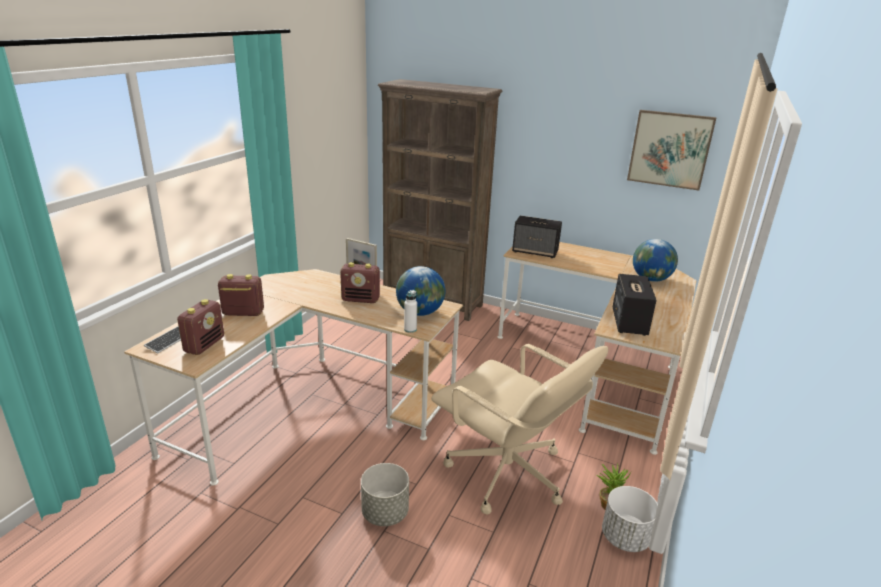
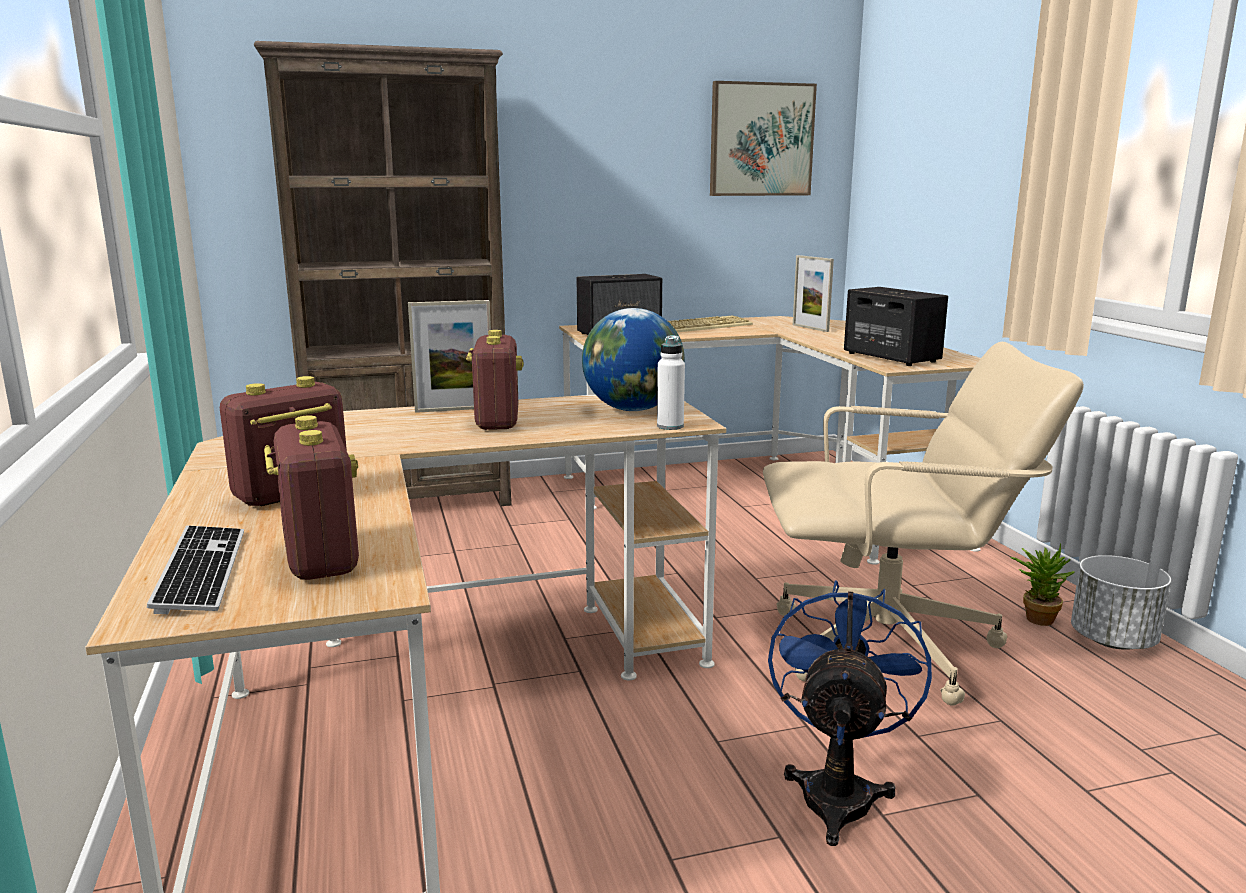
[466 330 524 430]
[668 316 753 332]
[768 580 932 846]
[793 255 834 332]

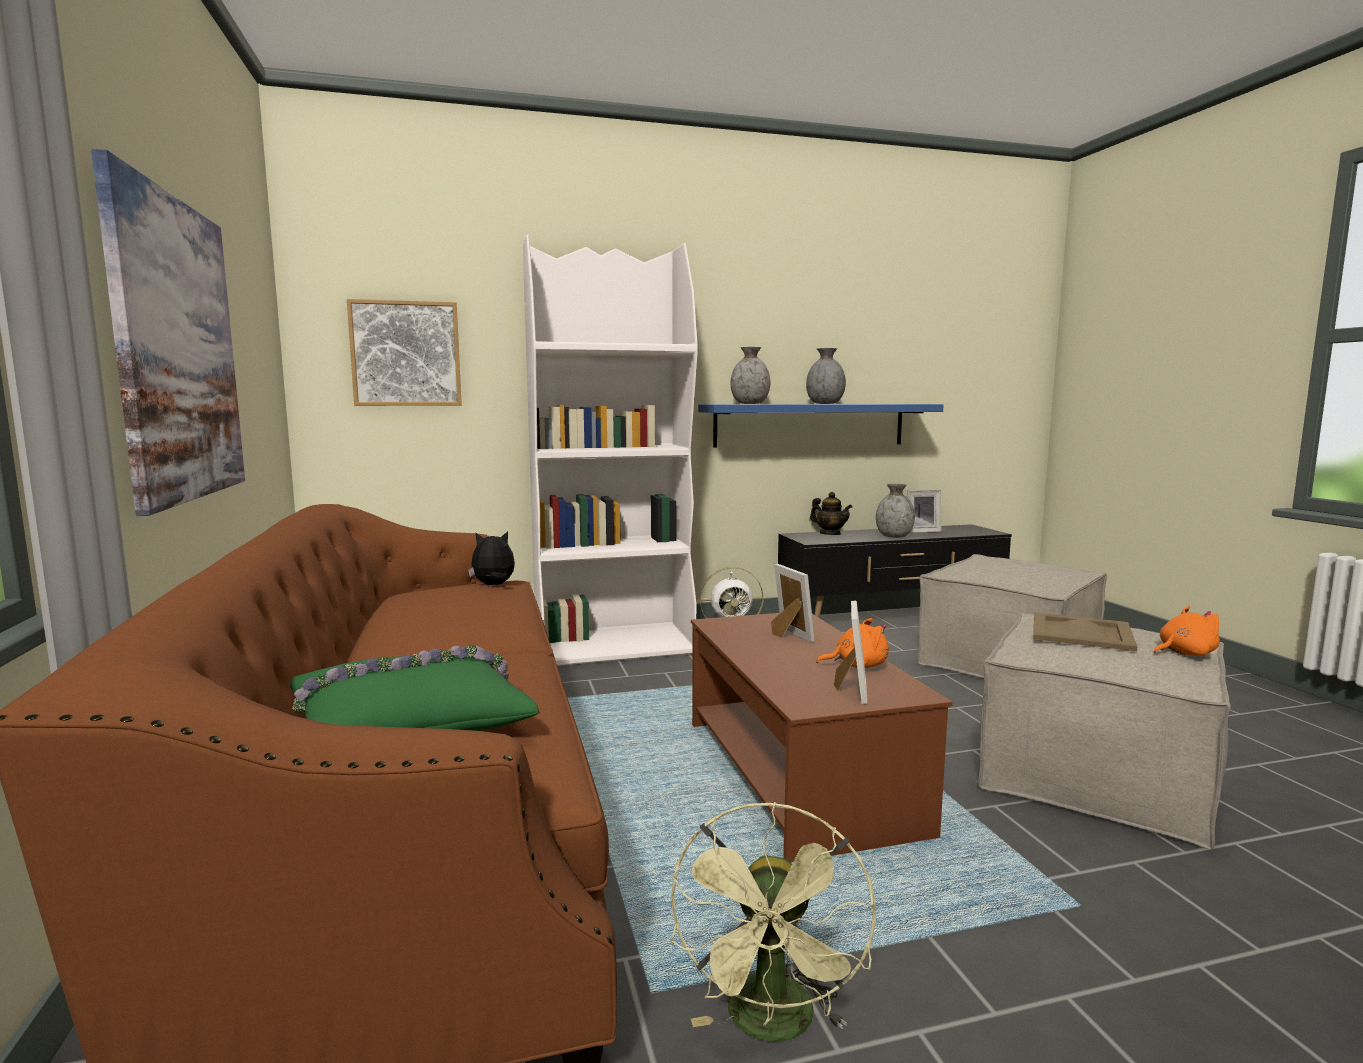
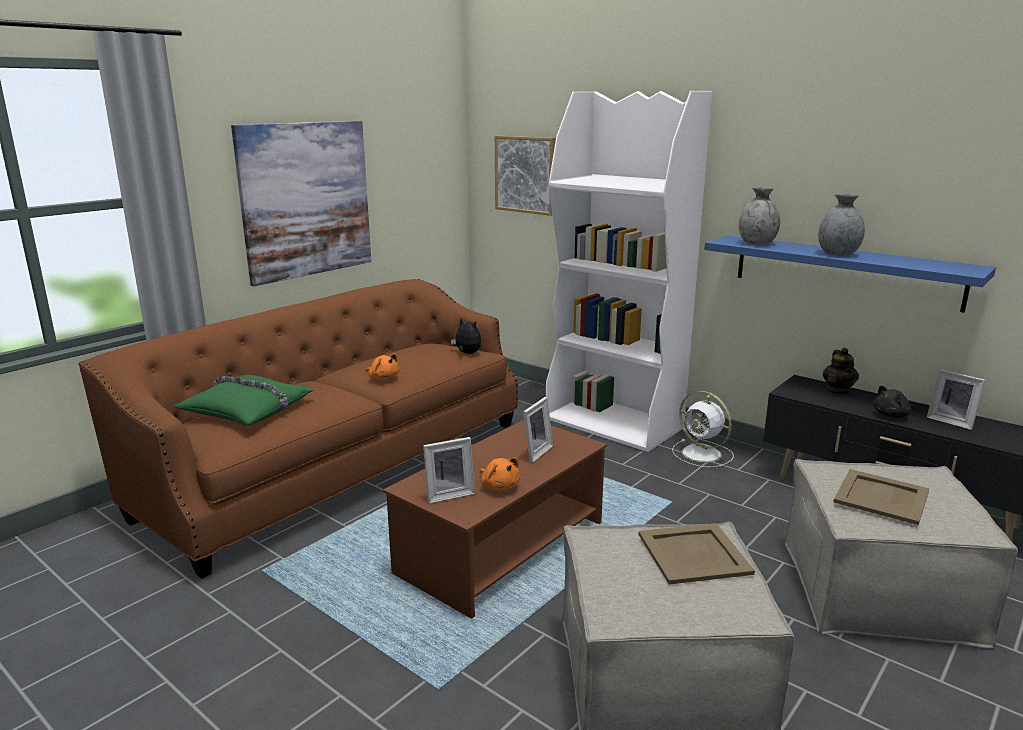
[366 354 399 380]
[833 469 929 525]
[874 385 914 418]
[670 802 876 1042] (first image)

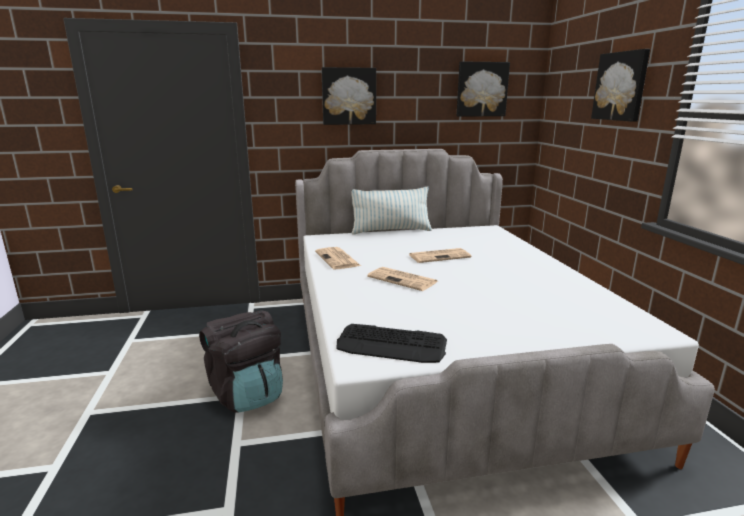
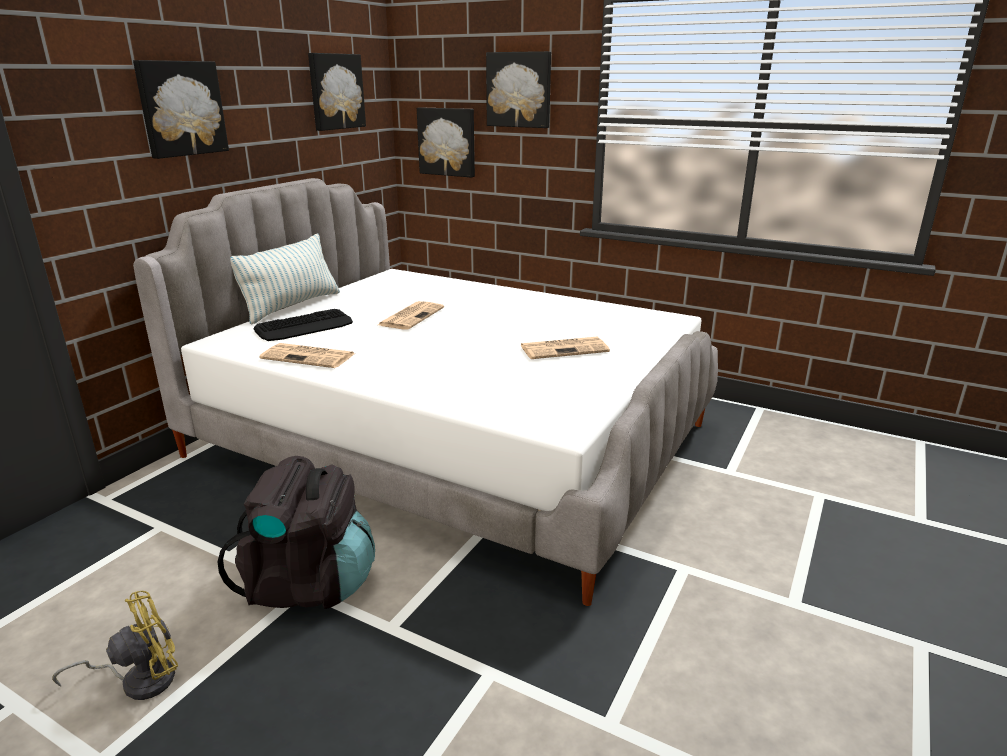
[52 591 178 700]
[253 309 353 341]
[417 107 475 178]
[520 337 610 359]

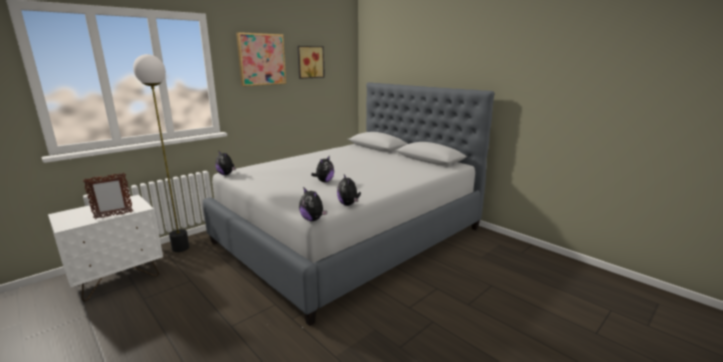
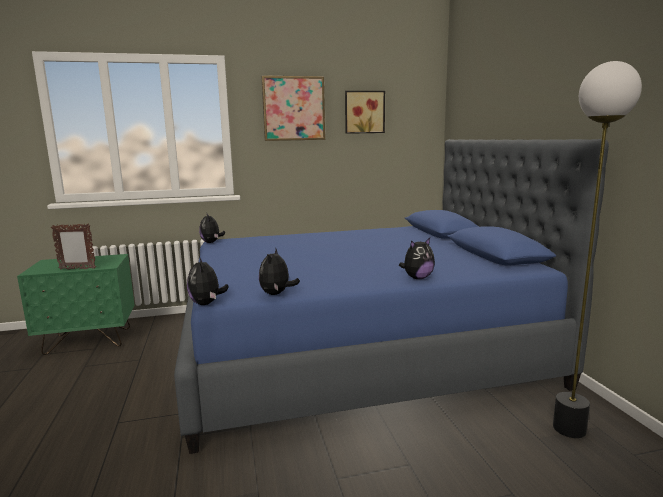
[17 254 135 355]
[174 139 609 454]
[399 238 435 279]
[553 61 642 438]

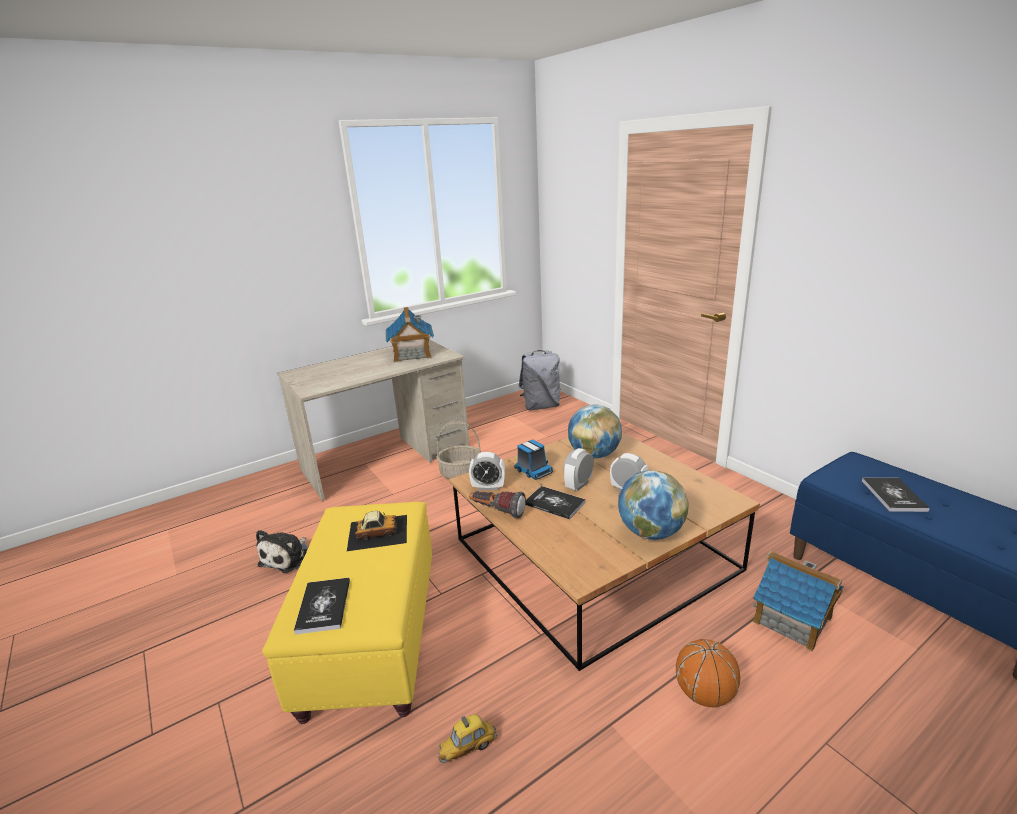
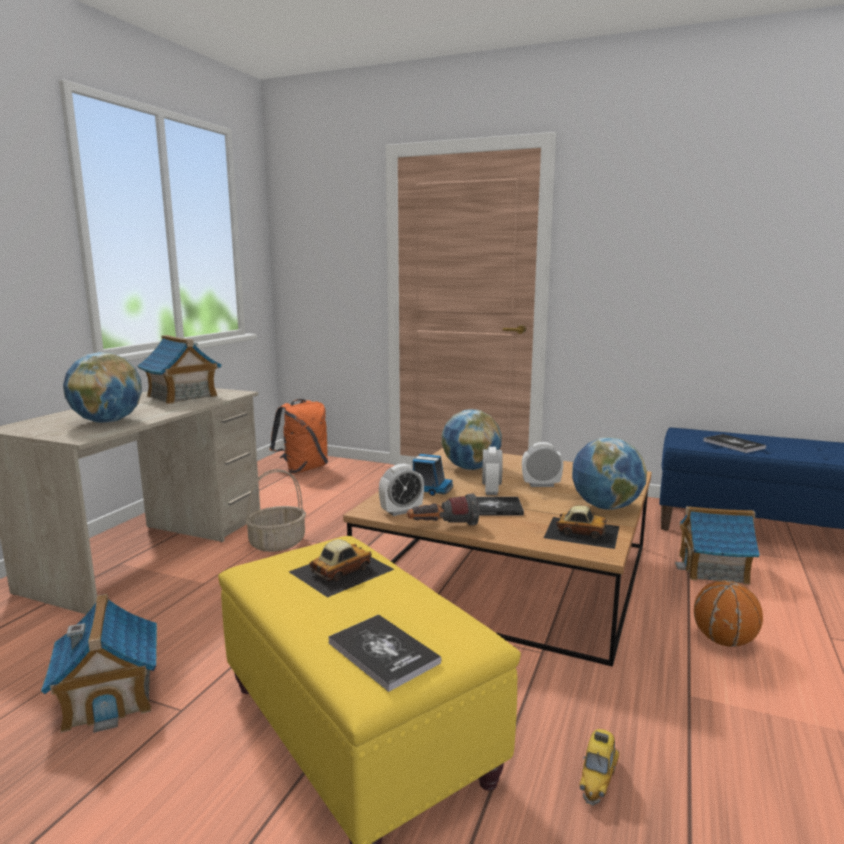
[41 594 157 733]
[63 352 142 423]
[270 399 328 473]
[543 505 619 549]

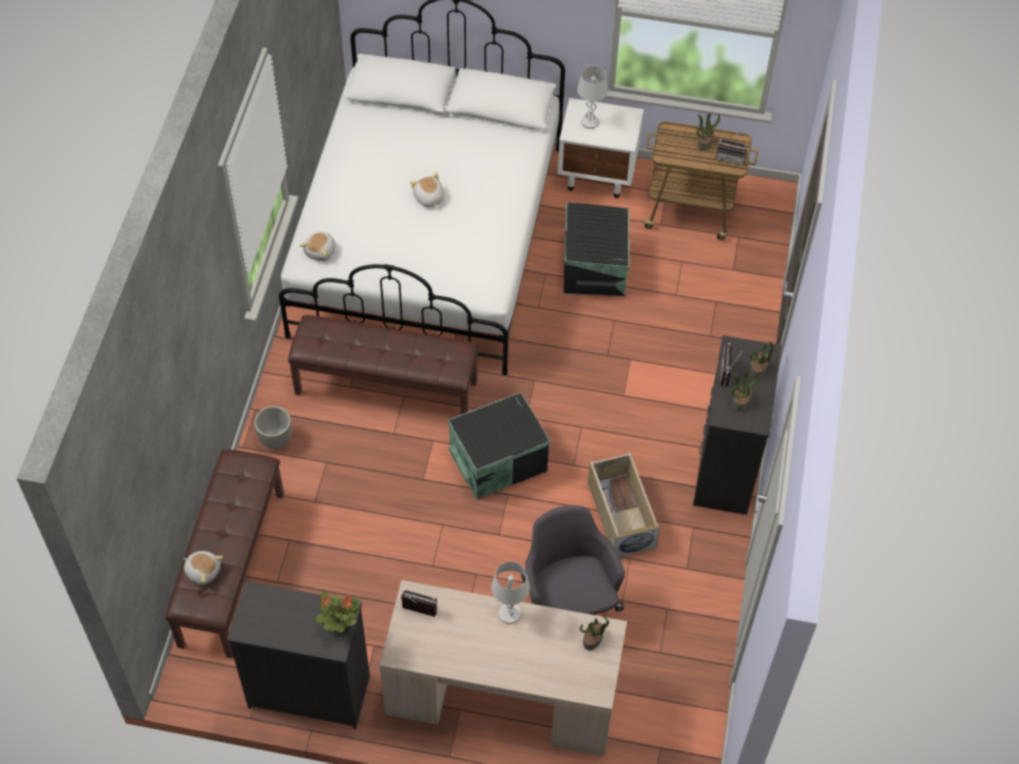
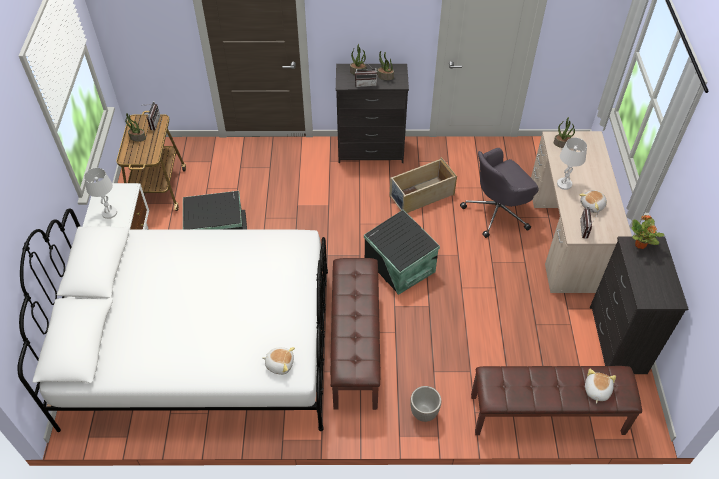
[579 190 607 213]

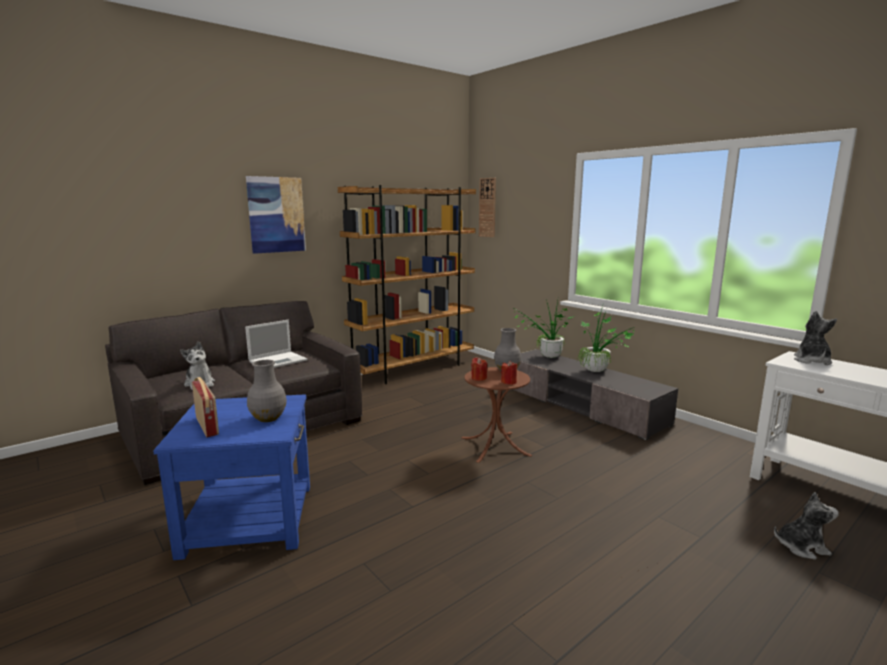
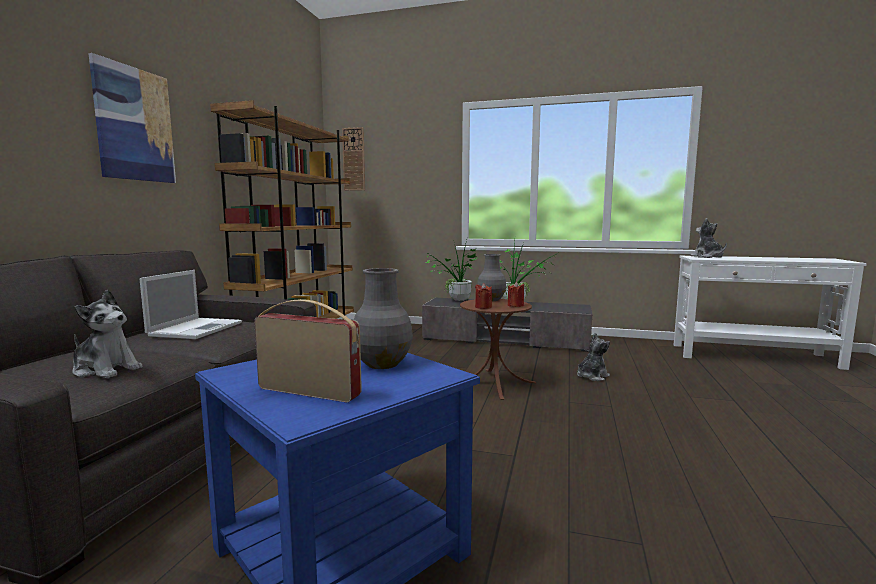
[577 333 610 381]

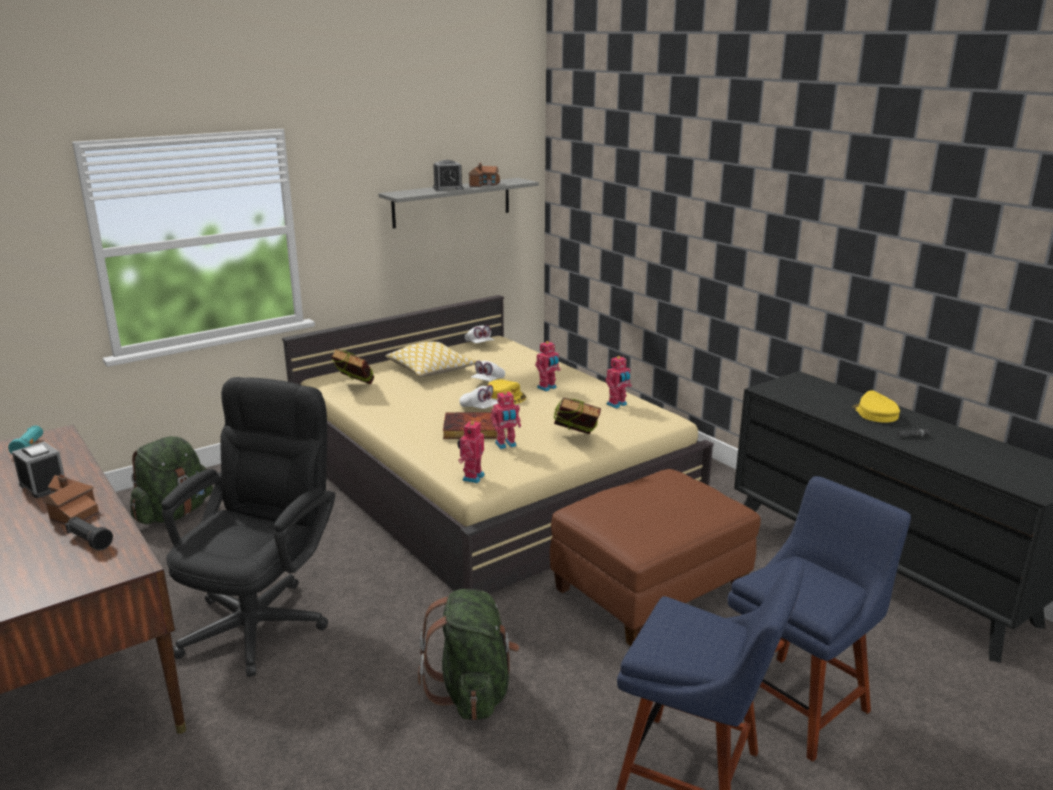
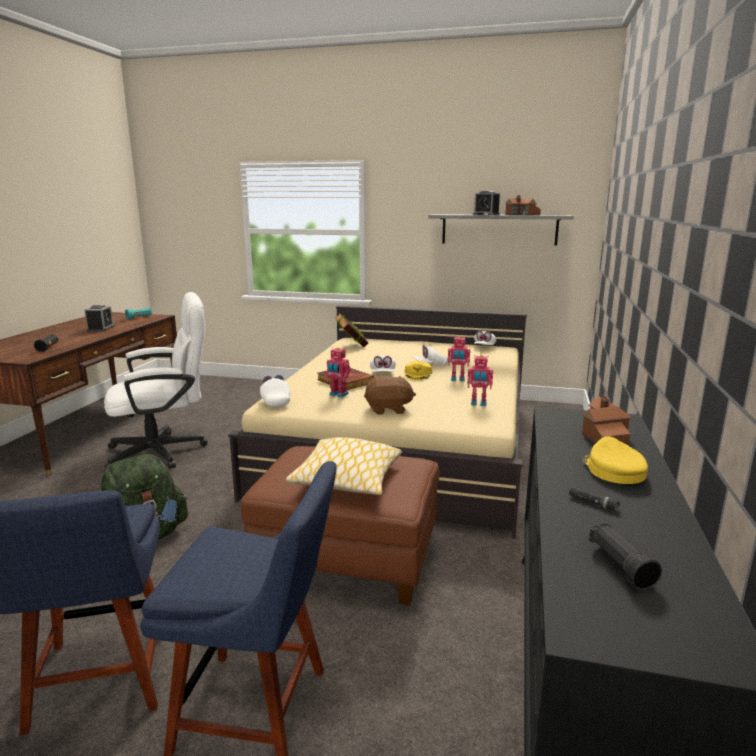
[104 292 208 469]
[260 375 291 408]
[286 437 402 495]
[364 376 416 415]
[582 396 632 444]
[582 436 648 484]
[589 522 662 590]
[130 436 213 524] (first image)

